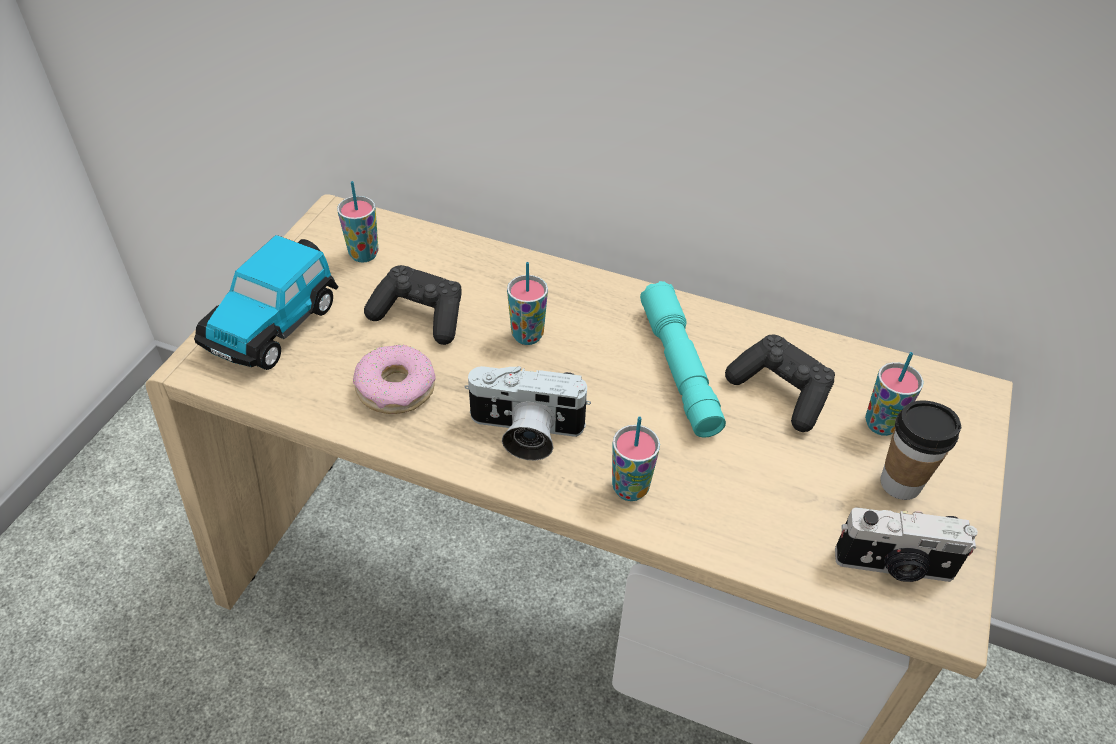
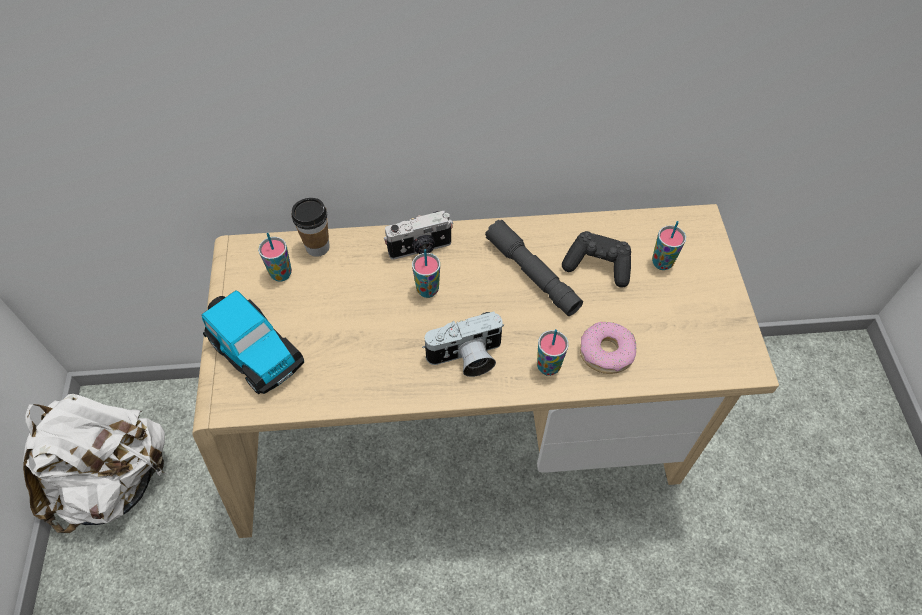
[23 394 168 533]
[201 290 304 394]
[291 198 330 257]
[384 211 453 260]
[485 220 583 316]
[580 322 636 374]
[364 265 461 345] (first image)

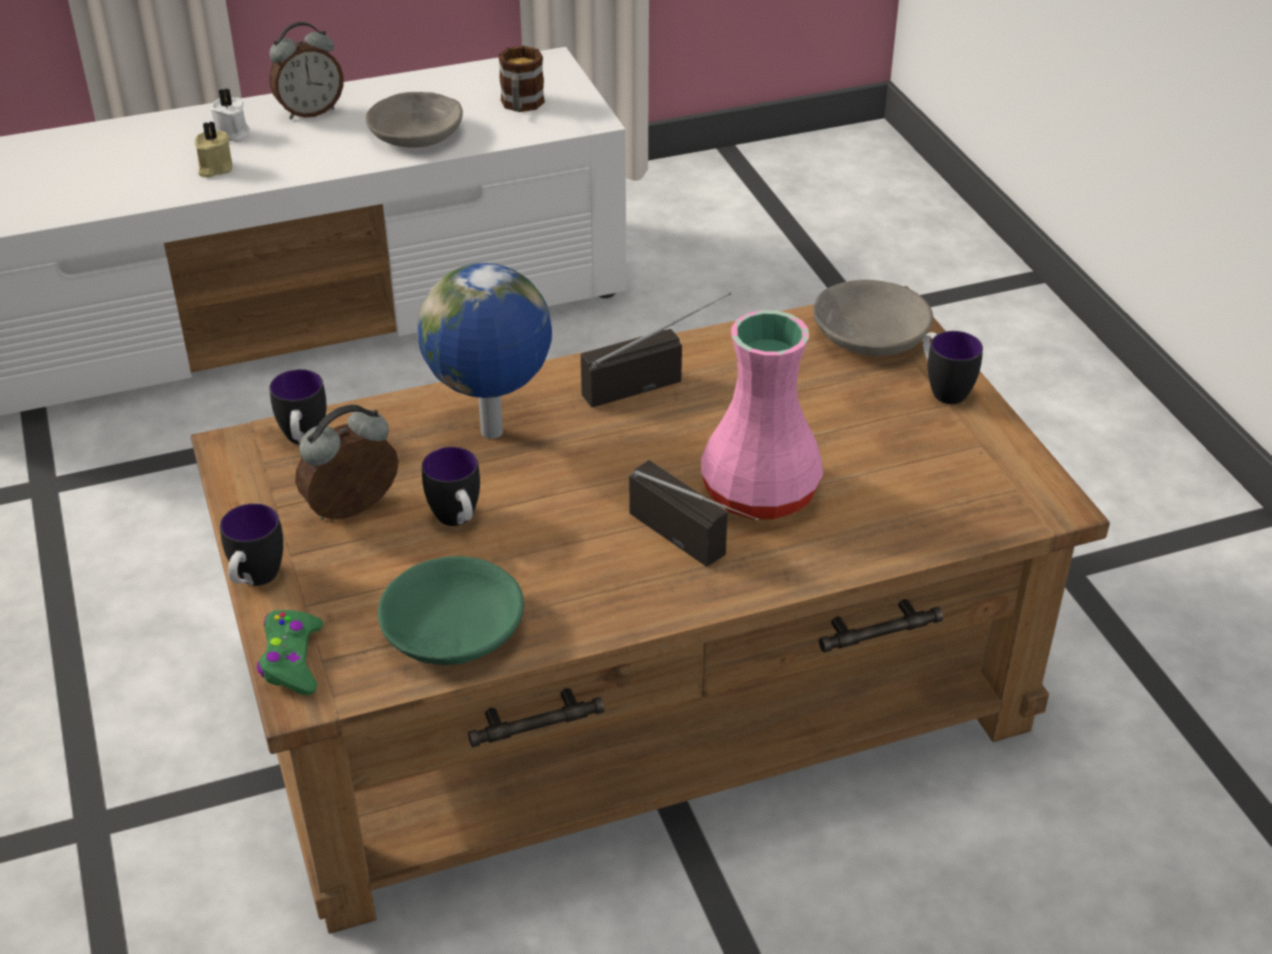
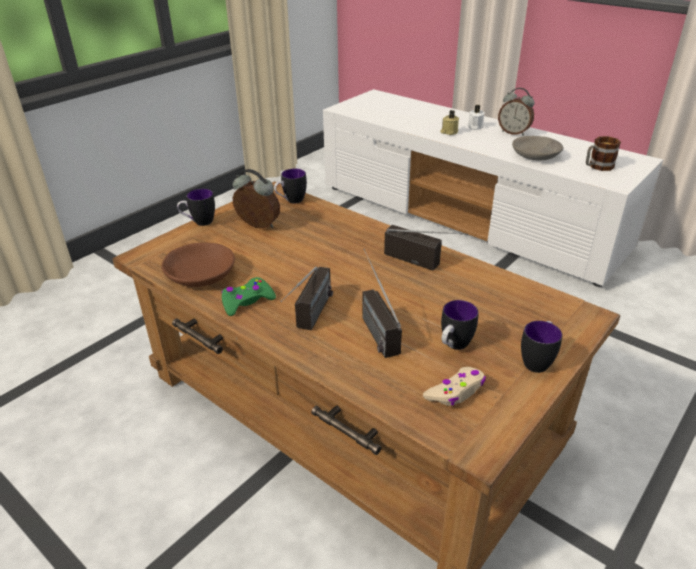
[161 243 235 287]
[221 277 276 316]
[362 249 402 358]
[423 367 486 406]
[441 300 479 350]
[418 263 552 439] (first image)
[813 280 933 356] (first image)

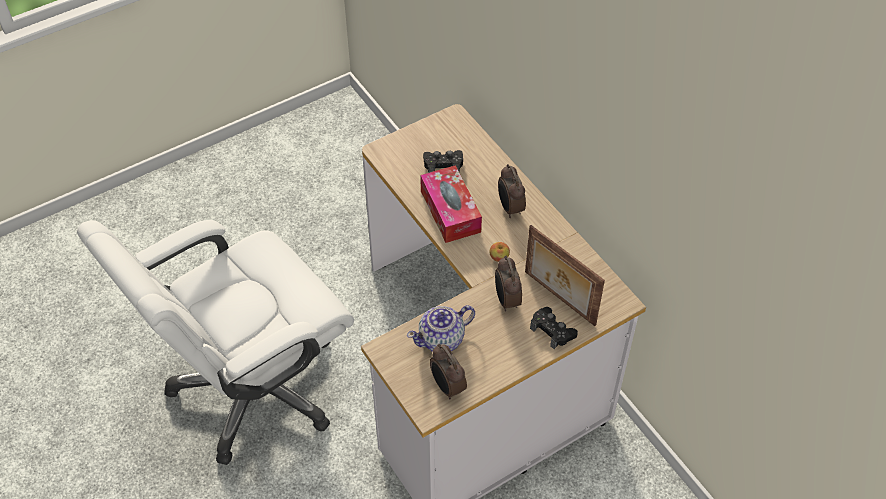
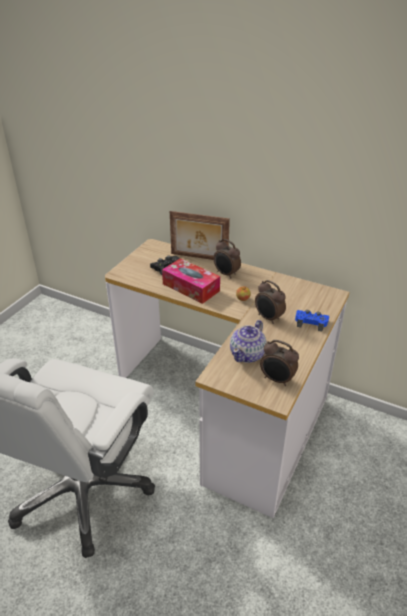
[170 211 230 260]
[295 310 329 331]

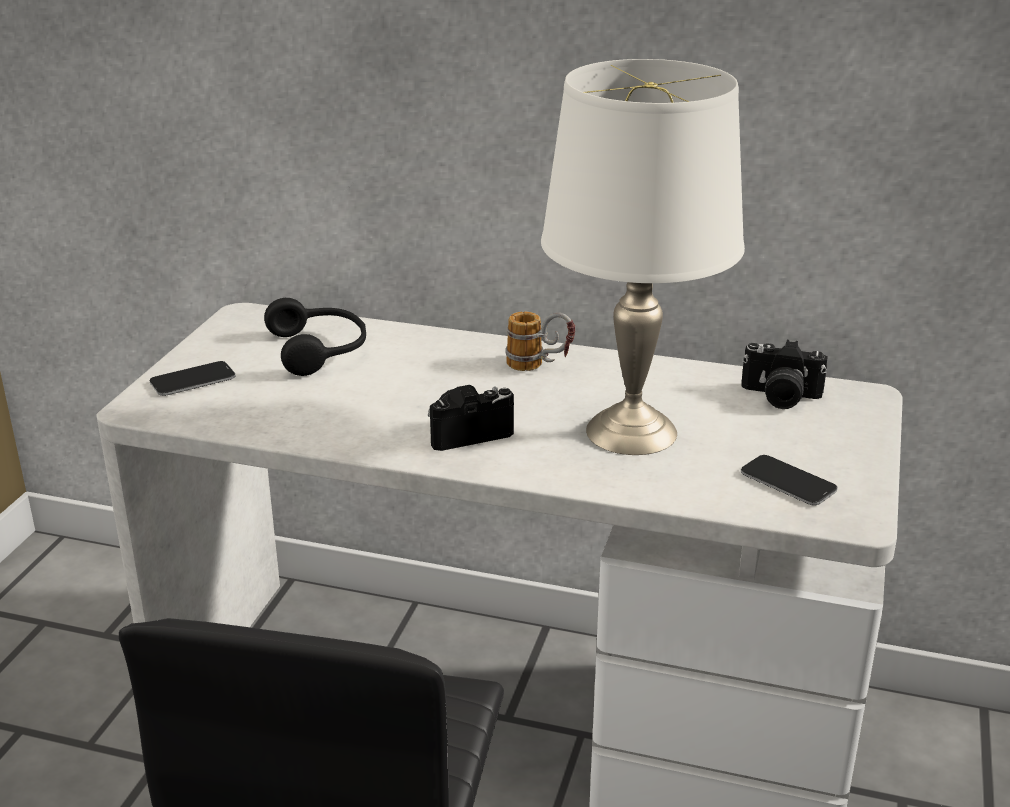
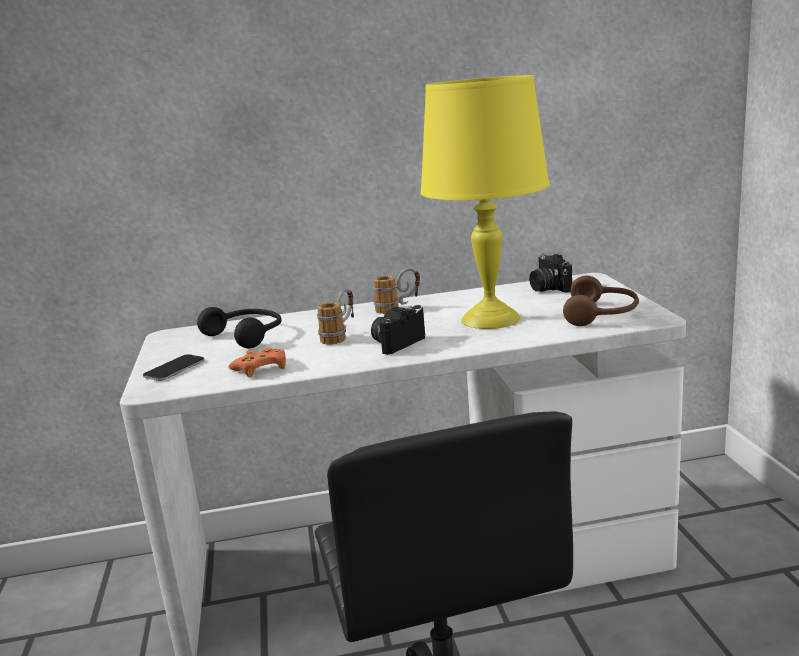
[228 348 286 377]
[317 288 354 345]
[420 75 550 329]
[529 254 572 293]
[563 276 639 326]

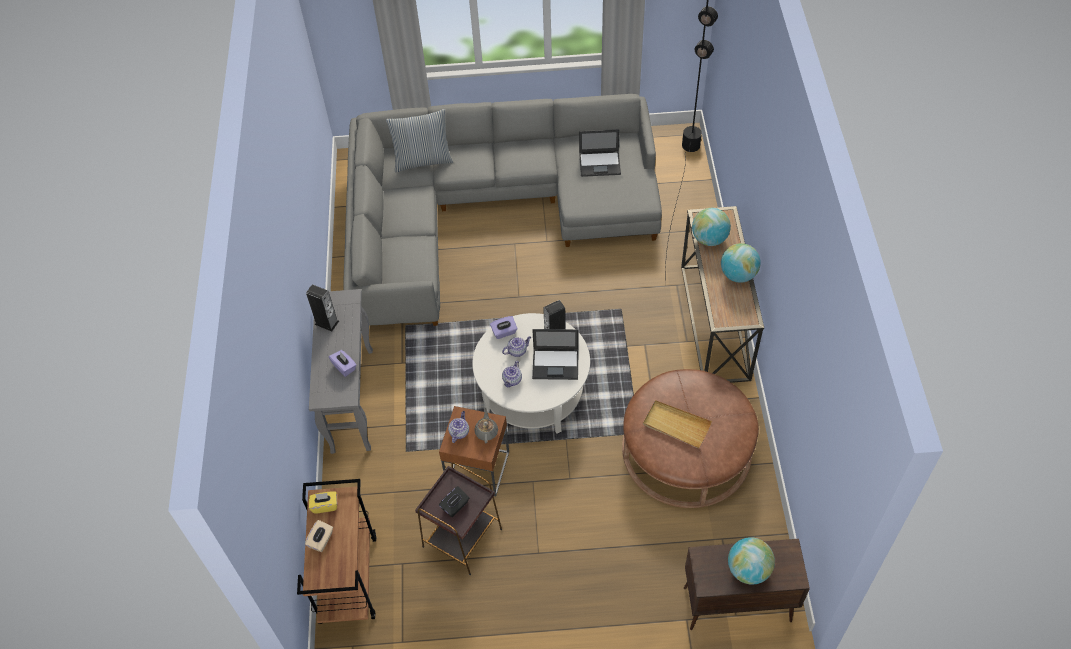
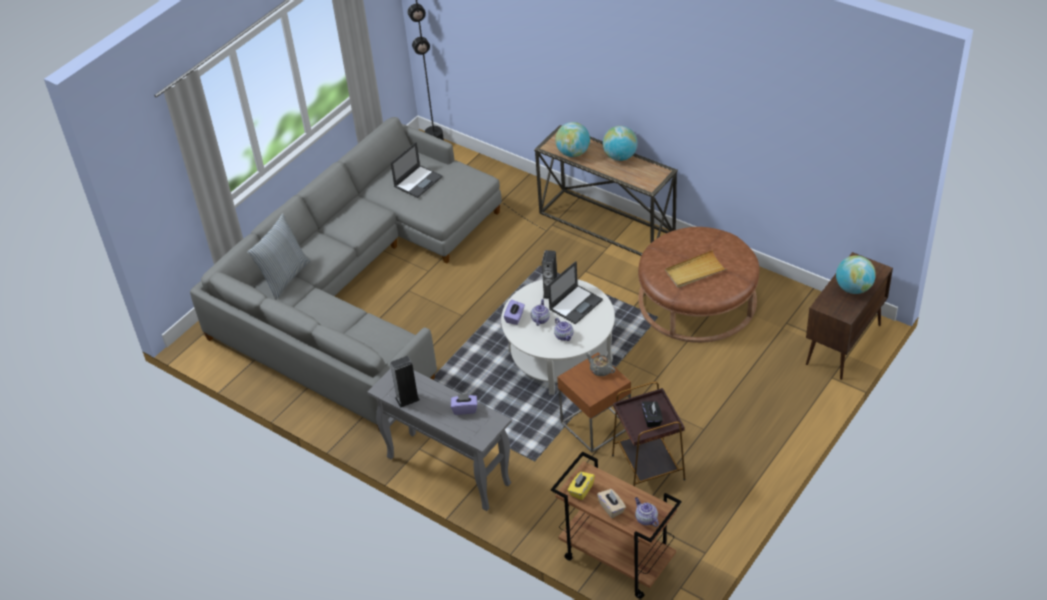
[635 497 659 527]

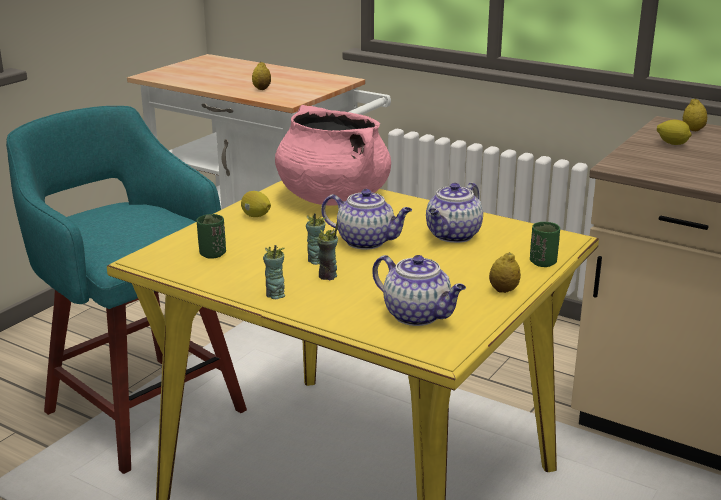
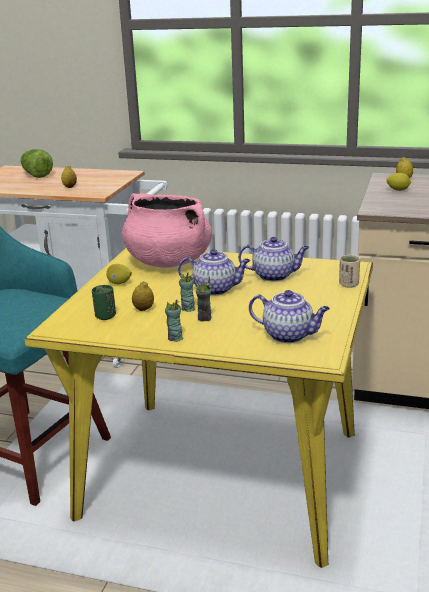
[21 149 53 178]
[132 281 154 311]
[238 237 309 281]
[339 255 360 288]

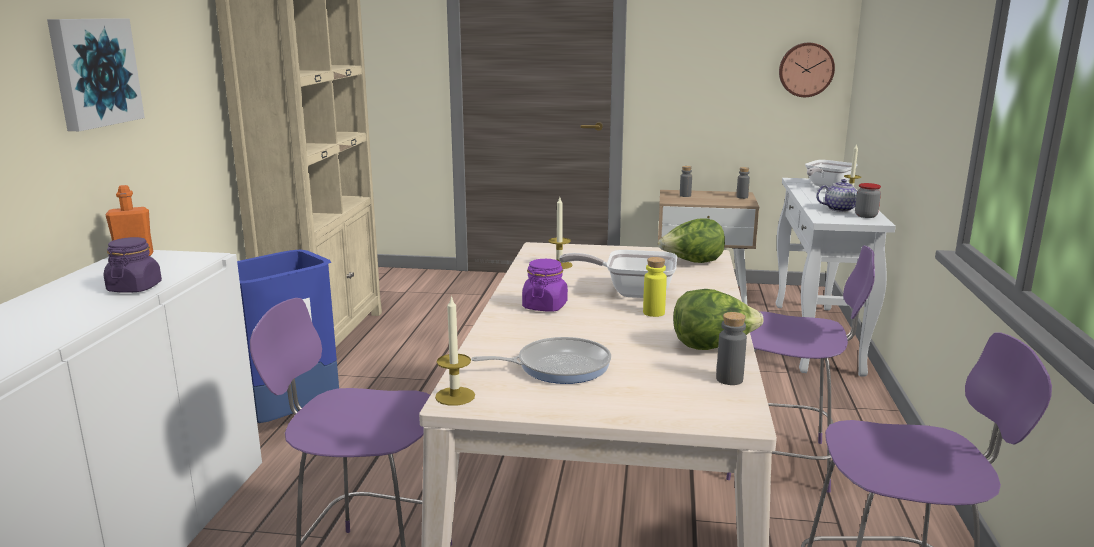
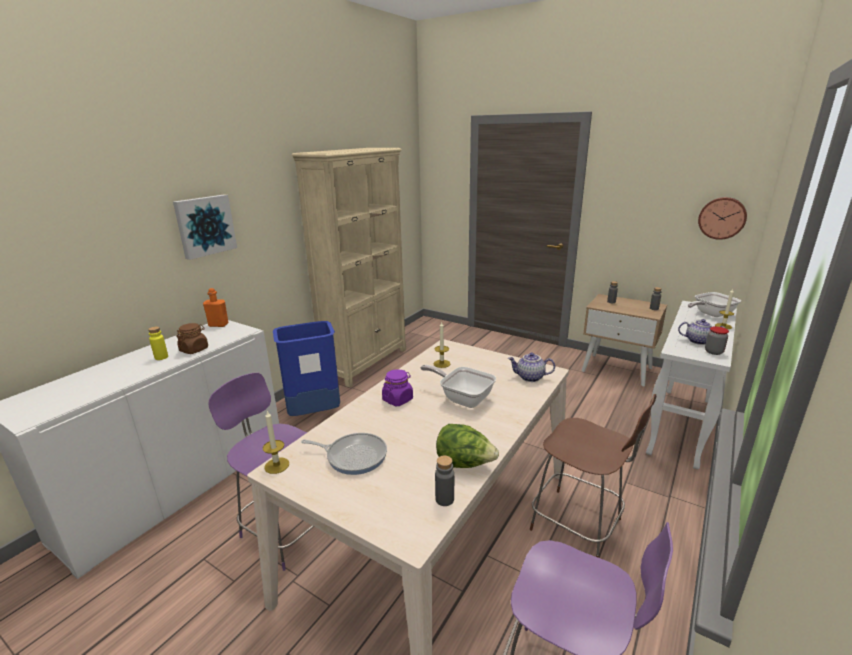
[148 326 168 360]
[176 323 208 354]
[508 353 555 382]
[530 394 656 558]

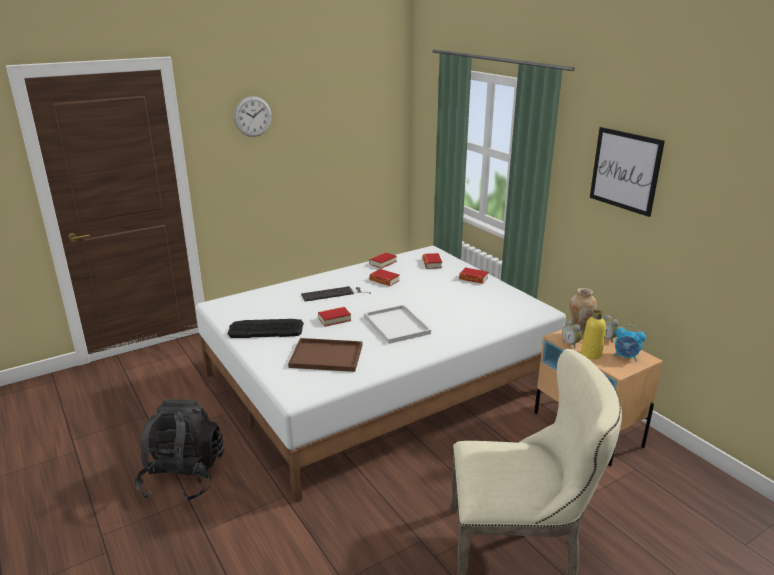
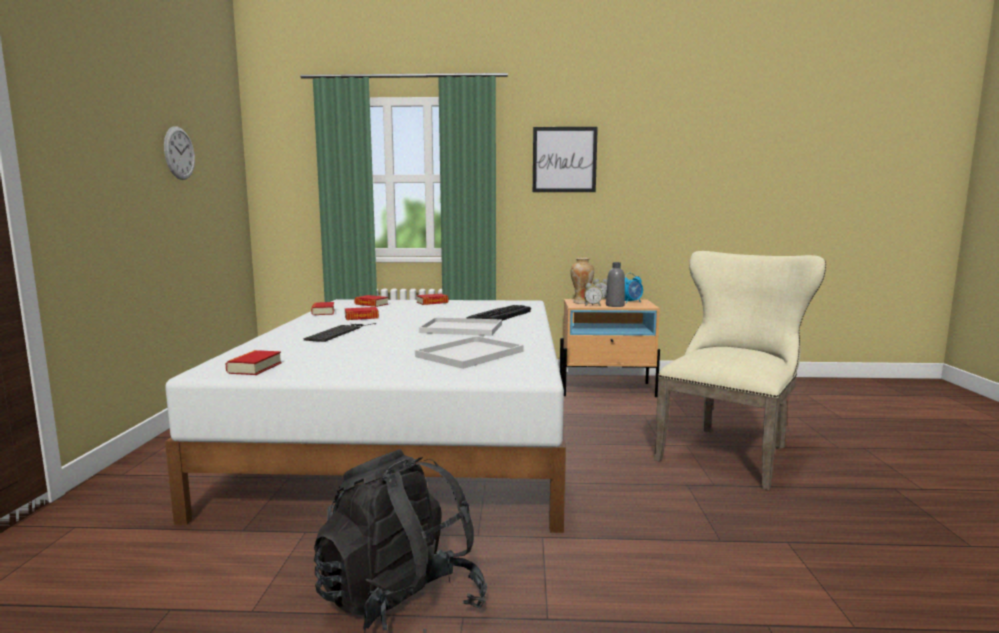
[164 126 195 180]
[225 350 282 375]
[415 336 524 369]
[466 305 531 321]
[606 262 625 307]

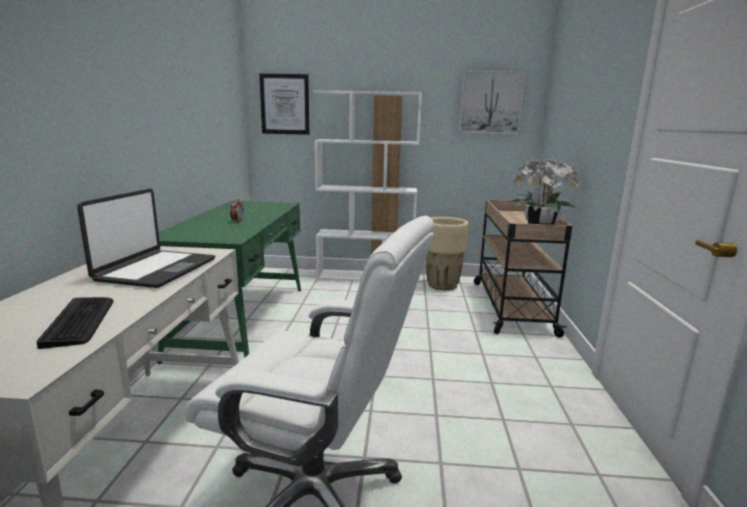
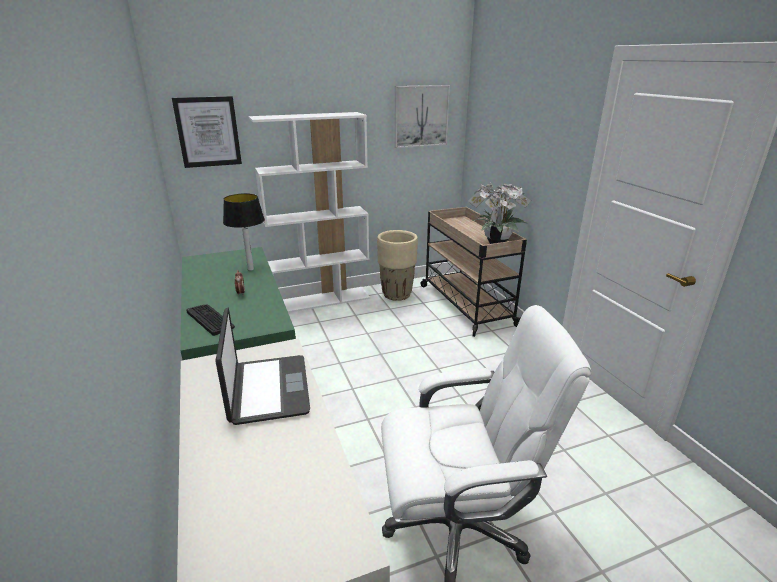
[186 305 235 336]
[223 193 265 271]

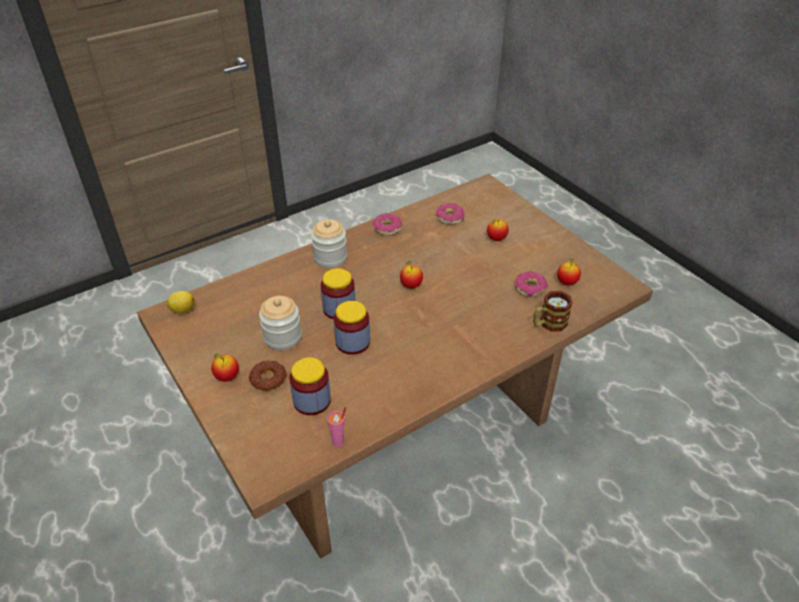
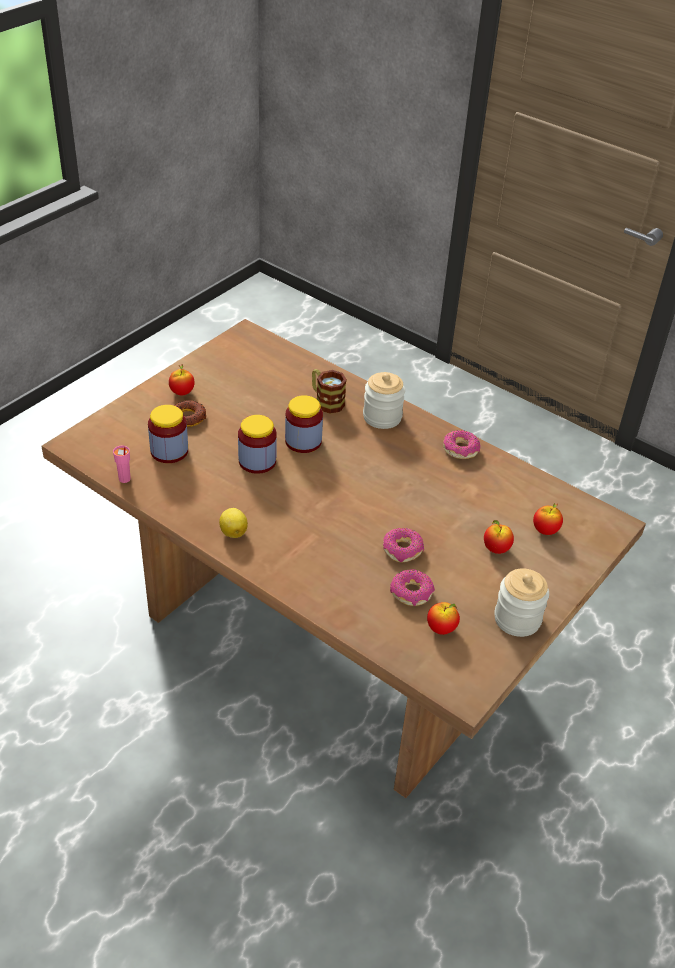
[219 508 248 538]
[312 369 347 414]
[383 528 424 562]
[494 568 549 637]
[533 503 563 535]

